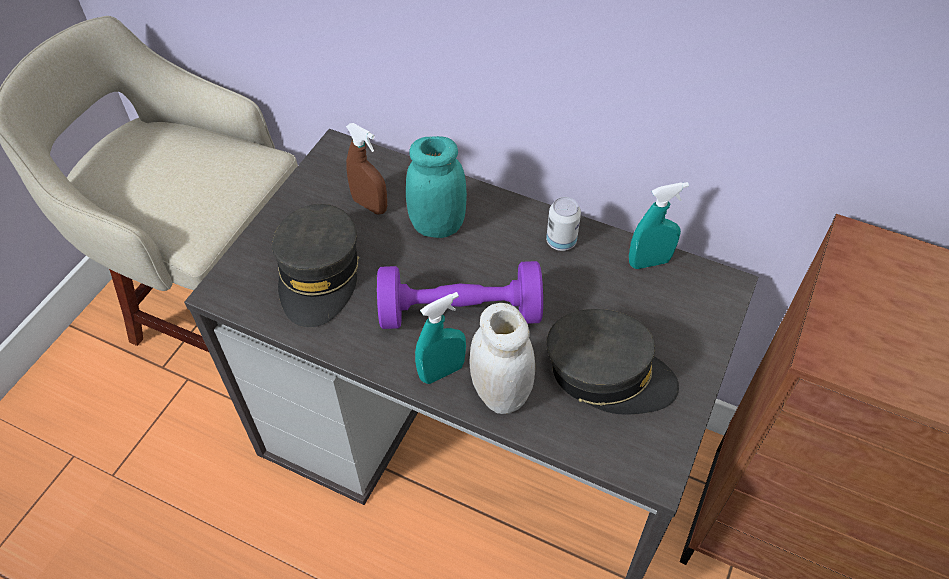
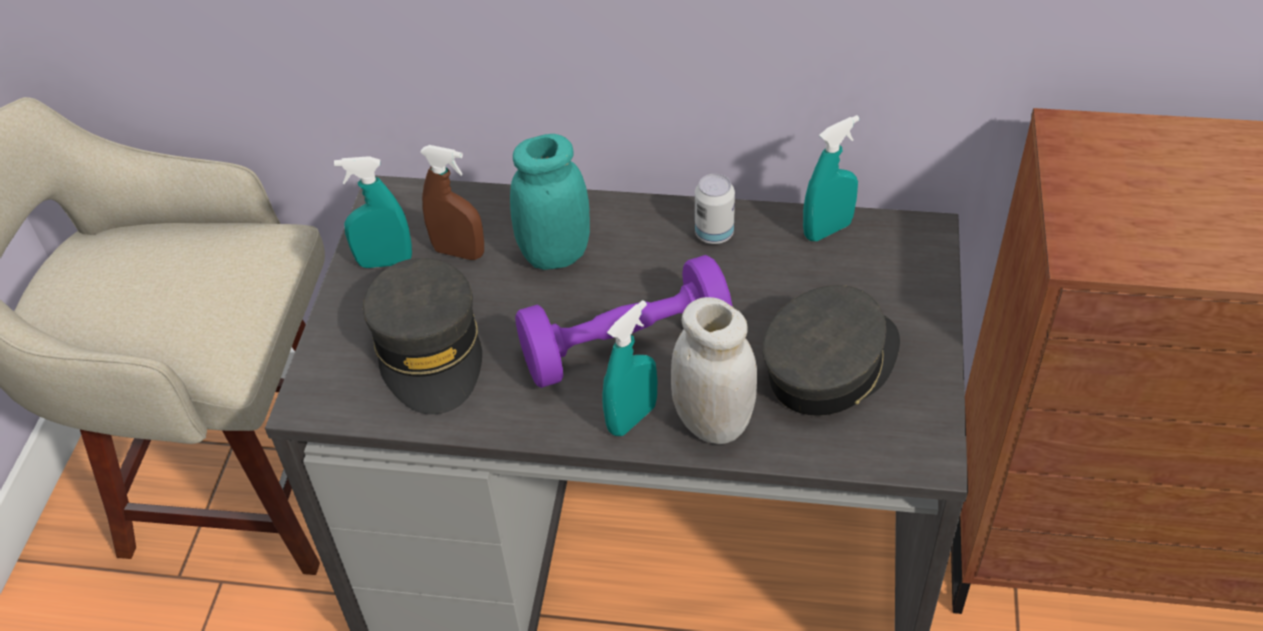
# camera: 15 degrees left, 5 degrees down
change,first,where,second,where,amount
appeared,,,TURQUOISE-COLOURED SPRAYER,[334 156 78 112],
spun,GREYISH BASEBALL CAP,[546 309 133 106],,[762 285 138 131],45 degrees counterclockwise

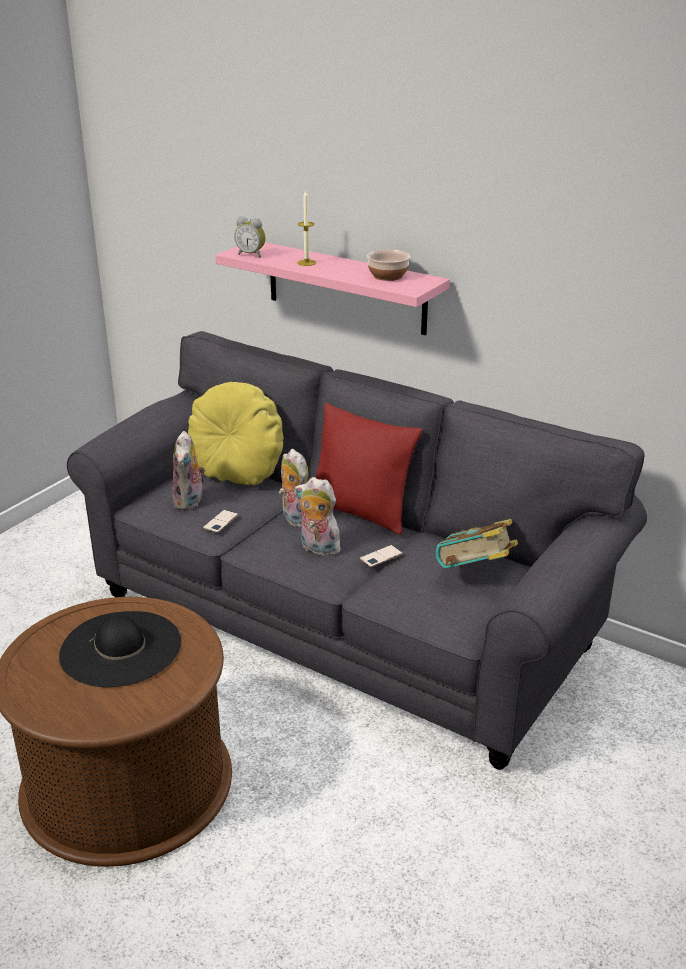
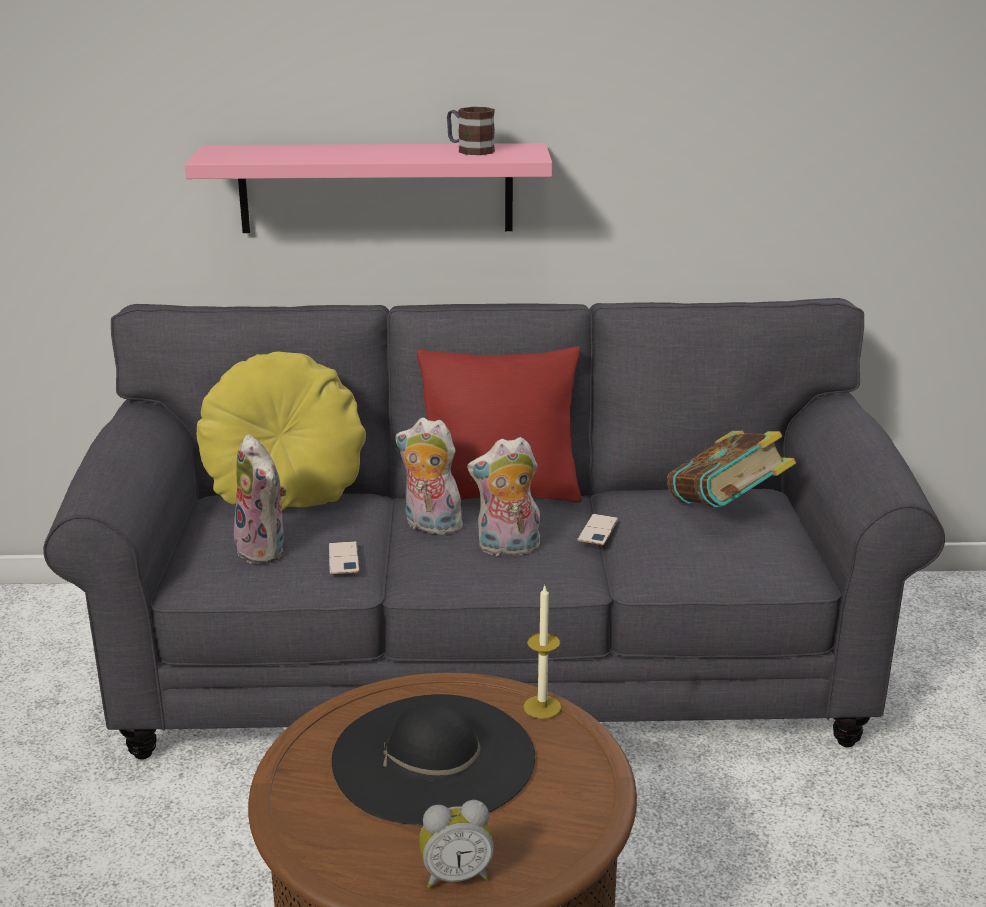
# camera: 35 degrees left, 5 degrees down
change,first,where,second,where,amount
relocated,BEDSIDE CLOCK,[234 217 32 41],,[419 800 75 88],
exchanged,SERVING BOWL,[367 249 43 32],MUG,[447 107 48 48],
relocated,WAX LIGHT,[297 190 19 76],,[523 584 38 135],

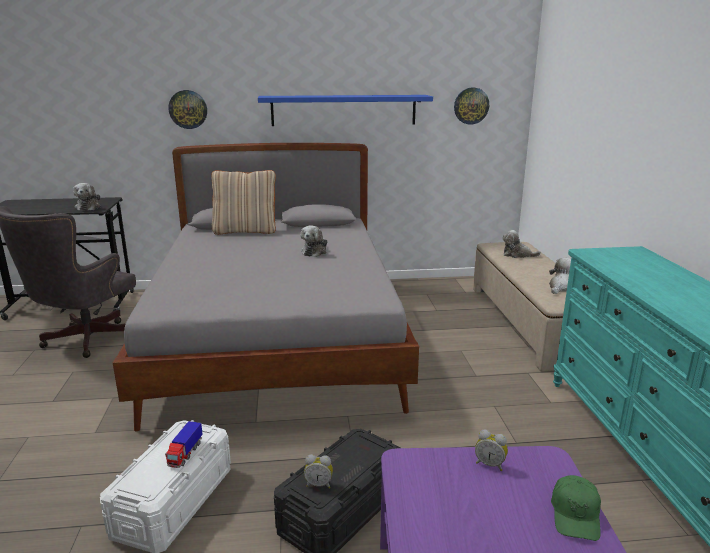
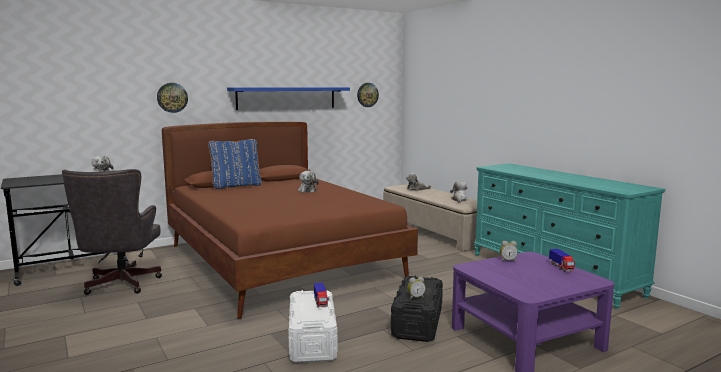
# camera: 25 degrees left, 10 degrees down
change,first,where,second,where,amount
colour,GREYISH BED,[113 143 306 288],BROWN BED,[162 121 256 198],
colour,BEIGE CUSHION,[211 170 65 65],BLUE CUSHION,[208 139 54 51],
exchanged,GREEN-COLOURED BASEBALL CAP,[551 475 50 66],TOY TRUCK,[549 249 26 23],

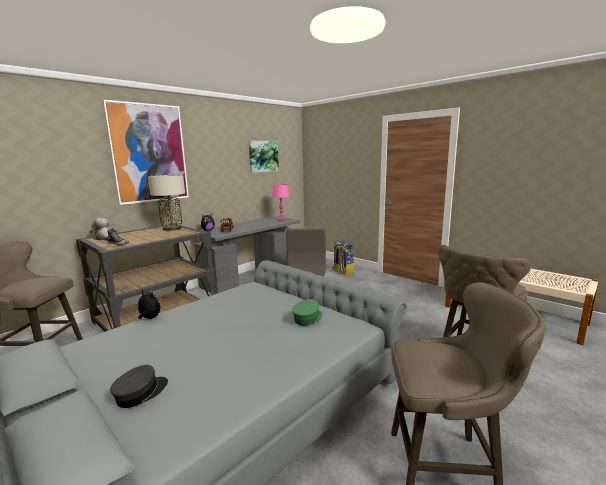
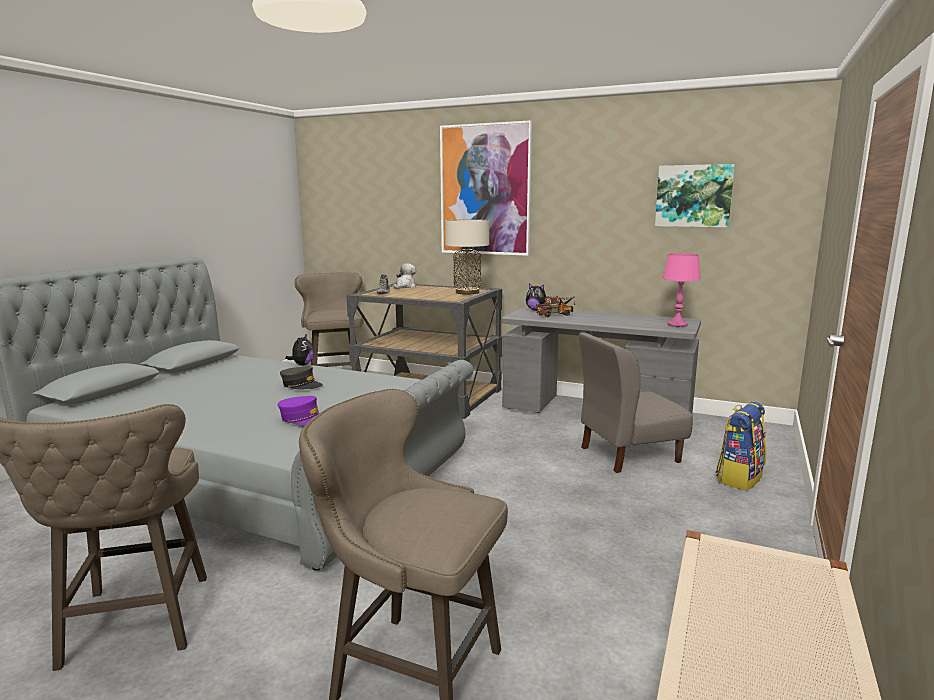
# camera: 70 degrees right, 0 degrees up
change,first,where,second,where,amount
colour,GREEN-COLOURED BASEBALL CAP,[292 299 30 26],PURPLISH BASEBALL CAP,[278 396 41 29],
relocated,GREYISH BASEBALL CAP,[110 365 58 43],,[280 366 43 24],

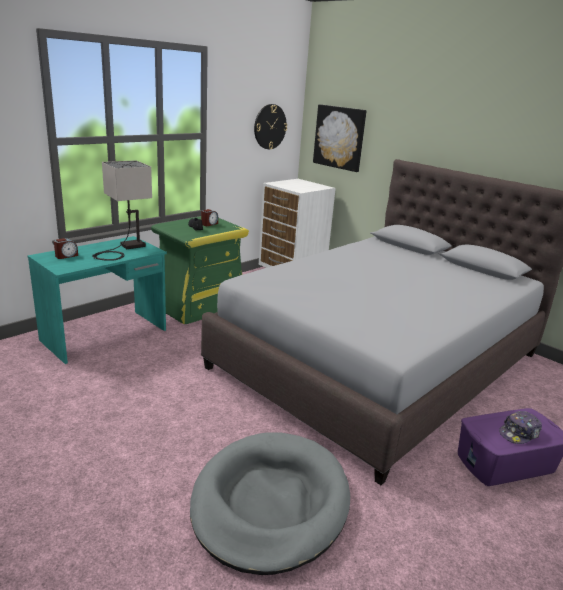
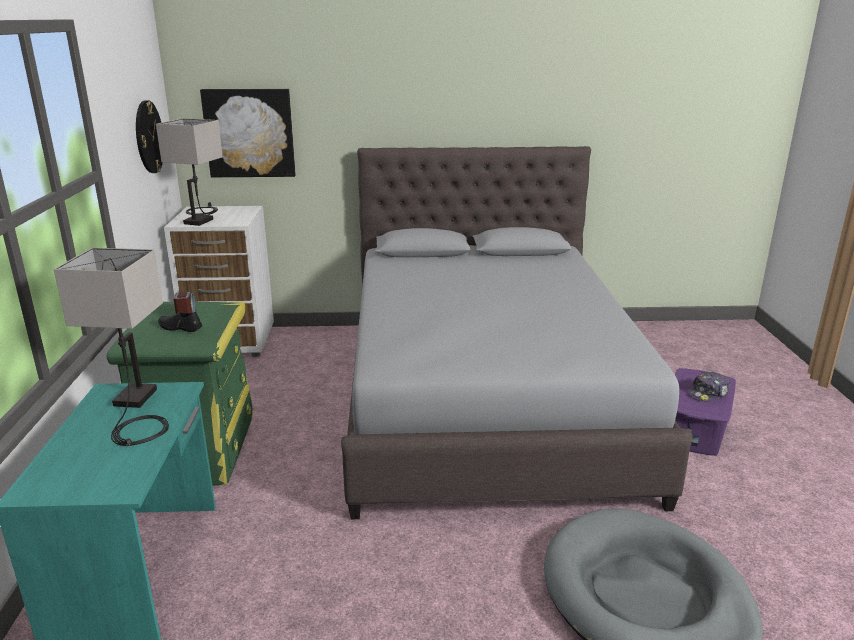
# camera: 45 degrees left, 0 degrees up
change,first,where,second,where,amount
appeared,,,LAMP FOR A TABLE,[156 118 67 108],
spun,BASEBALL CAP,[499 411 43 33],,[688 372 42 30],45 degrees clockwise
missing,BEDSIDE CLOCK,[54 238 24 21],,,

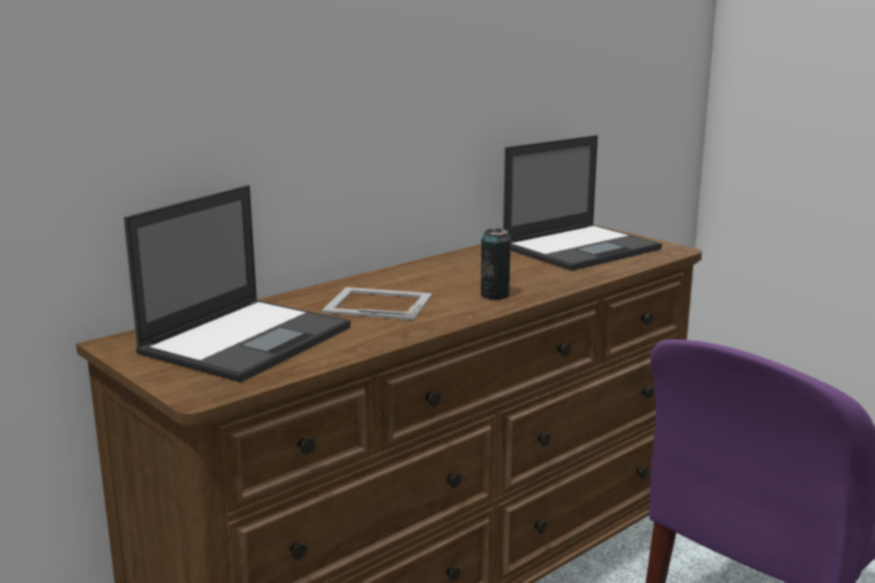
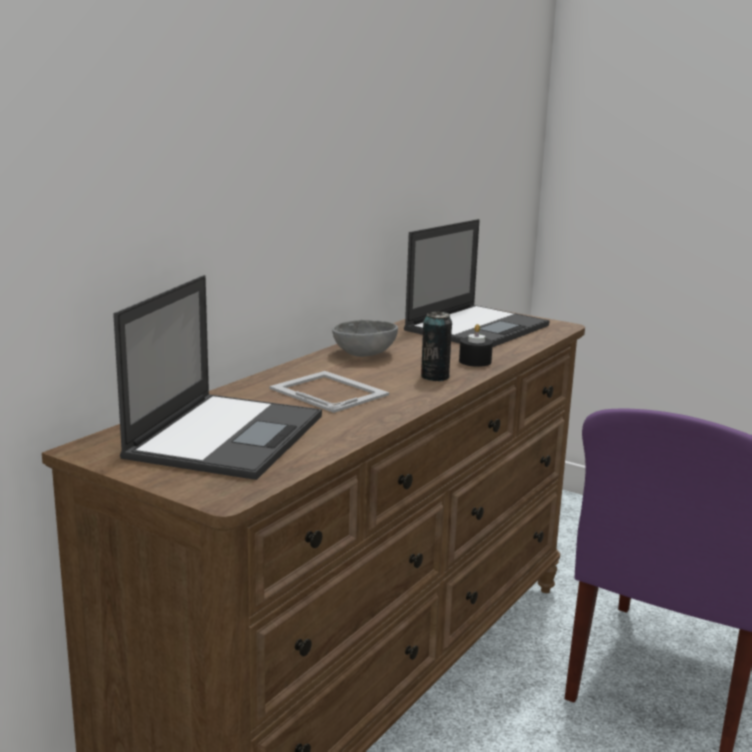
# camera: 15 degrees left, 0 degrees up
change,first,where,second,where,amount
spun,STANDING FRAME,[322 287 110 33],,[269 371 120 42],45 degrees clockwise
appeared,,,GREYISH SERVING BOWL,[332 320 66 37],
appeared,,,BLACK-COLOURED WAX LIGHT,[459 324 34 43],

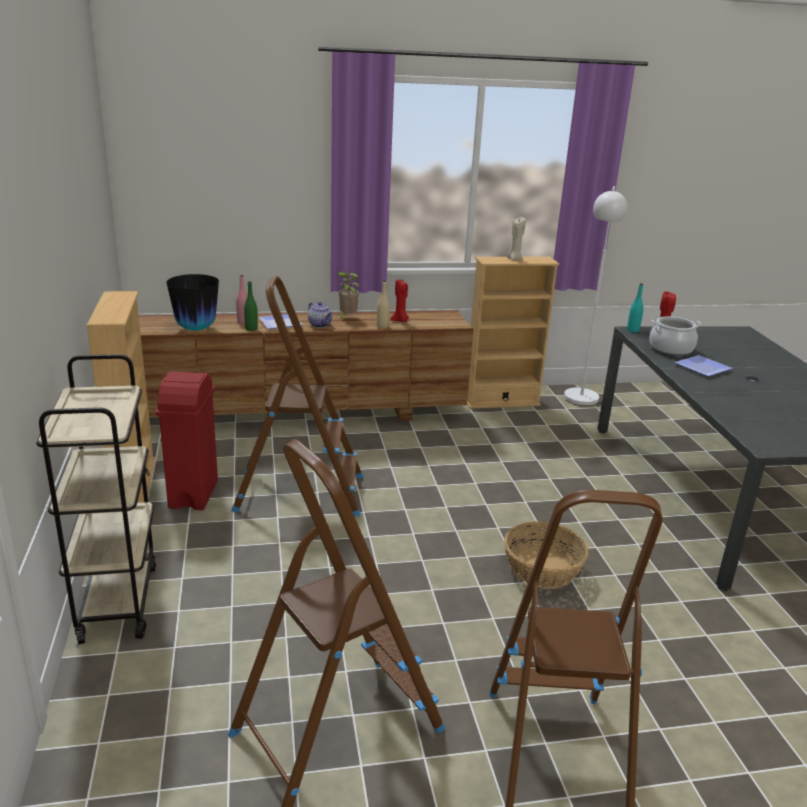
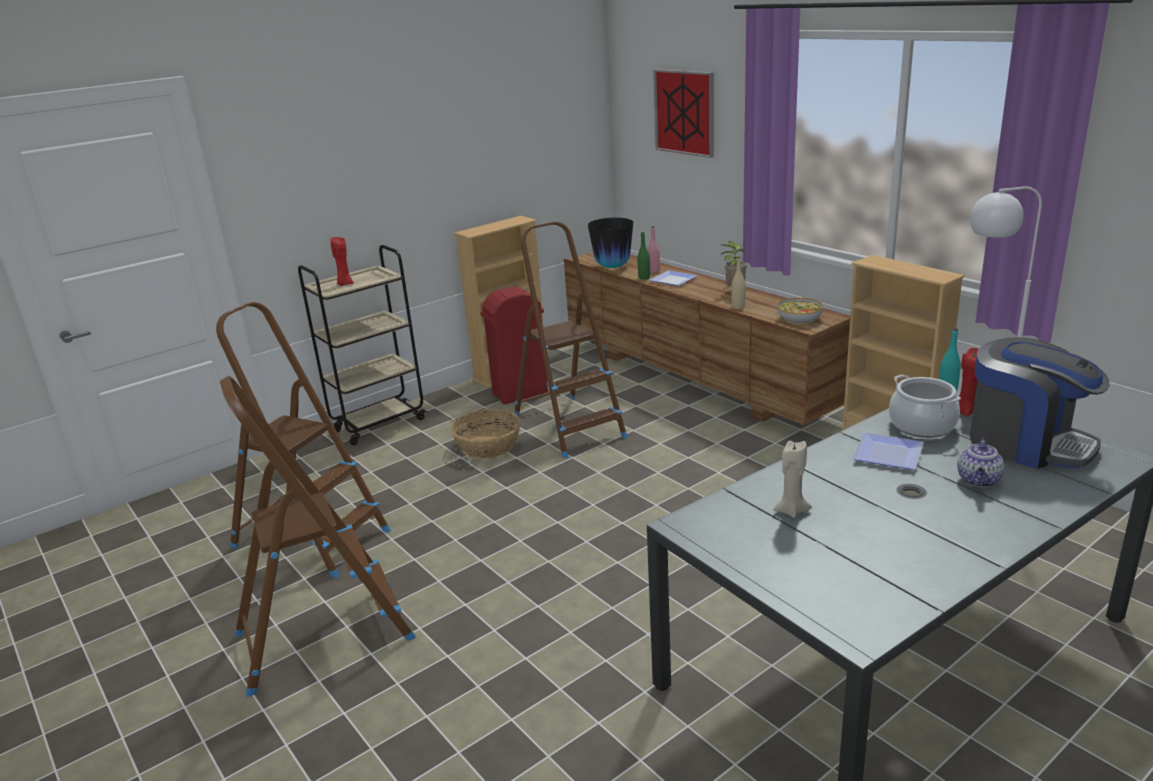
# camera: 65 degrees right, 0 degrees up
change,first,where,second,where,amount
relocated,RED WAX LIGHT,[391 280 18 42],,[331 237 23 49],
relocated,BASKET,[504 521 85 68],,[451 409 69 50],
appeared,,,PICTURE,[653 69 61 89],
relocated,BEIGE WAX LIGHT,[507 217 19 43],,[773 441 39 77],
appeared,,,SERVING BOWL,[777 298 47 26],
relocated,TEA POT,[308 302 24 26],,[957 438 48 49],
appeared,,,COFFEE MAKER,[970 337 139 132],

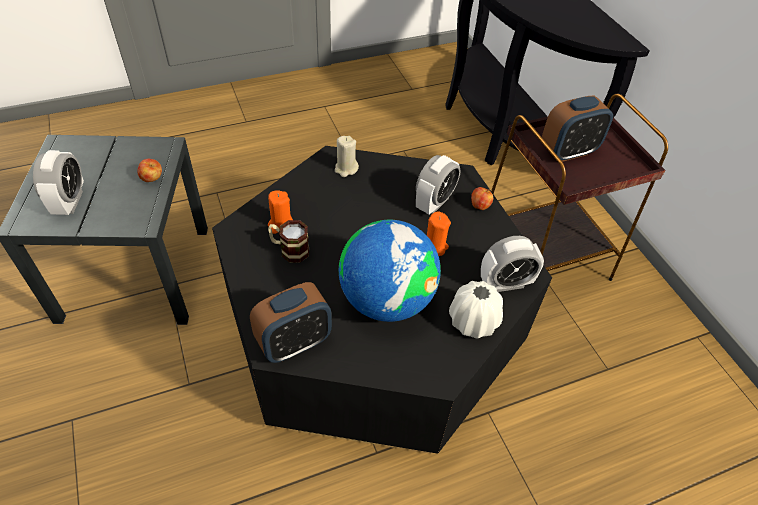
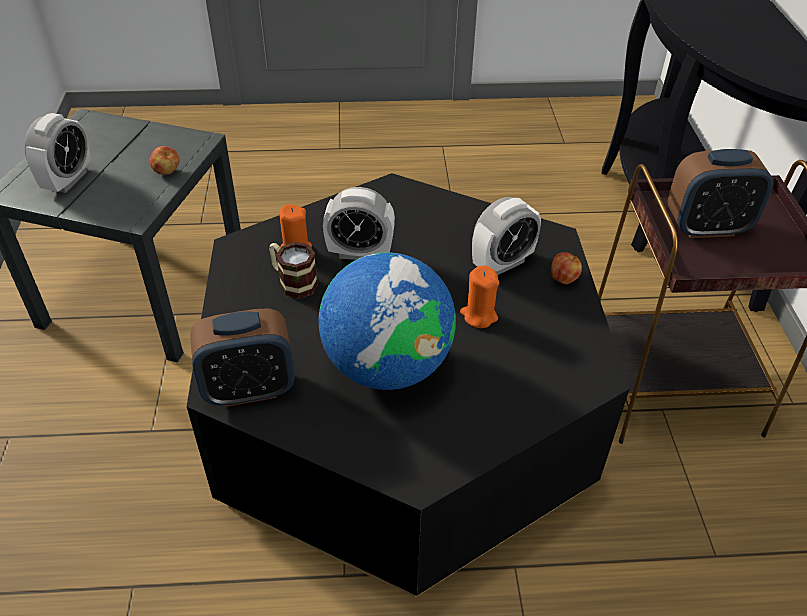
# camera: 20 degrees right, 5 degrees down
change,first,where,second,where,amount
relocated,BEDSIDE CLOCK,[481 236 63 56],,[323 187 72 73],
missing,BEIGE WAX LIGHT,[335 136 24 41],,,
missing,WHITE-COLOURED DECORATIVE VASE,[449 281 54 58],,,

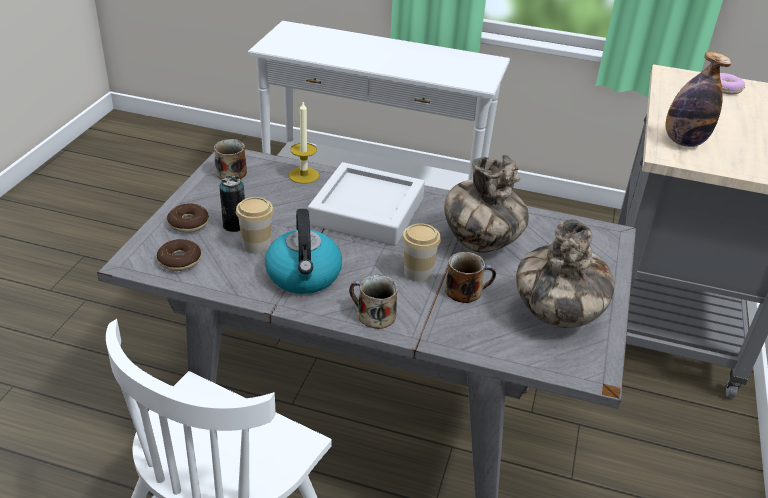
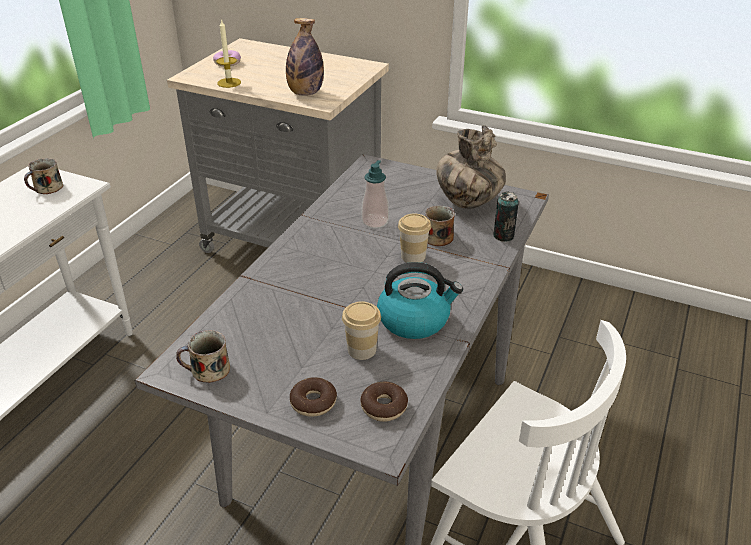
# camera: 80 degrees left, 0 degrees up
change,first,where,second,where,amount
relocated,MUG,[349 275 49 54],,[24 158 39 36],
relocated,WAX LIGHT,[289 102 30 82],,[216 19 25 69],
exchanged,DECORATIVE VASE,[444 155 85 98],LIQUID SOAP BOTTLE,[361 160 28 68],
relocated,METAL CAN,[220 176 25 56],,[493 192 26 50],
missing,GREYISH CARRYING TRAY,[308 162 117 84],,,

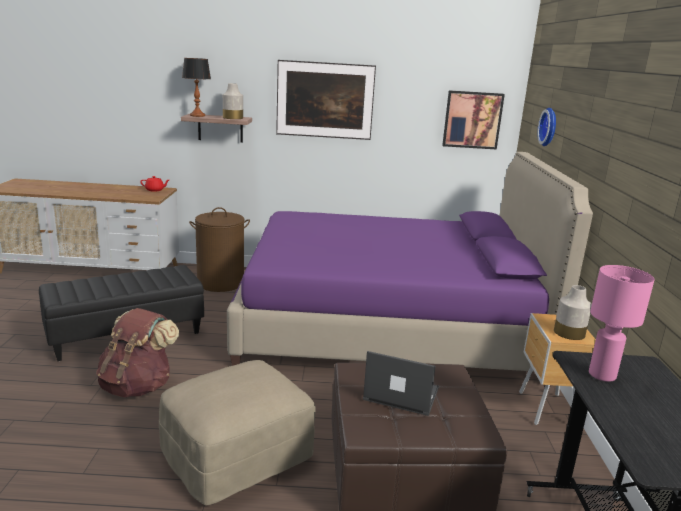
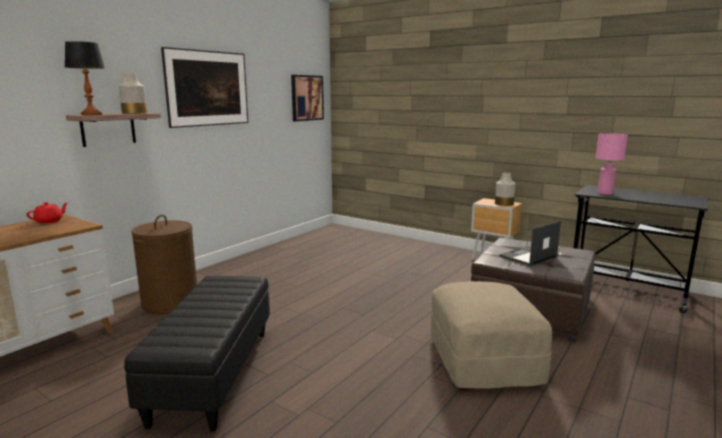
# camera: 55 degrees left, 5 degrees down
change,first,where,second,where,amount
missing,BROWN BACKPACK,[96 308 83 90],,,
missing,PURPLISH BED,[227 152 366 235],,,
missing,WALL CLOCK,[537 108 19 38],,,

